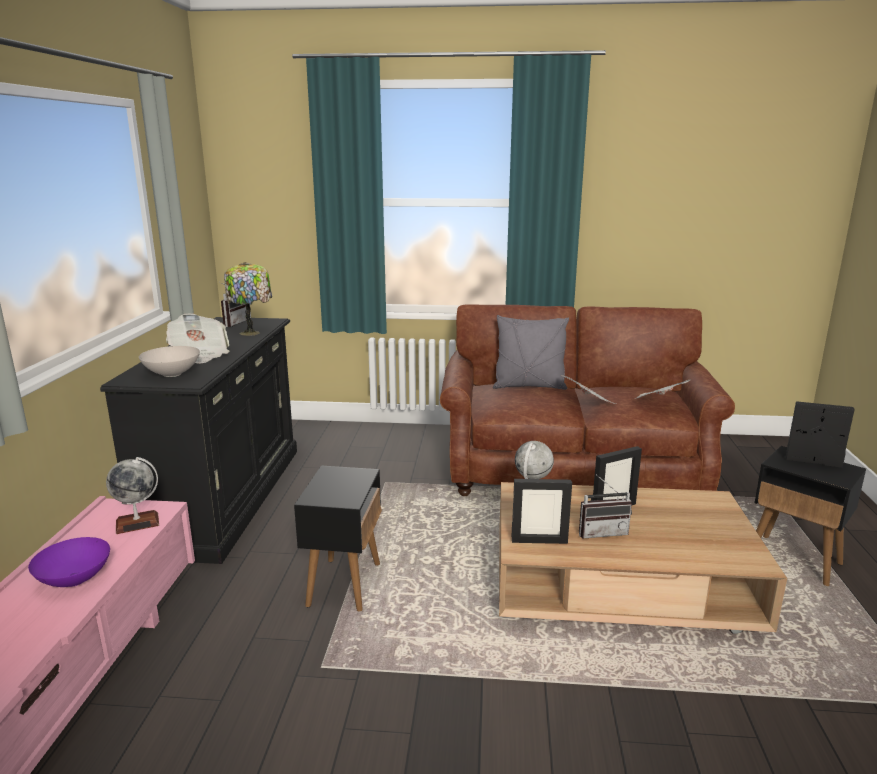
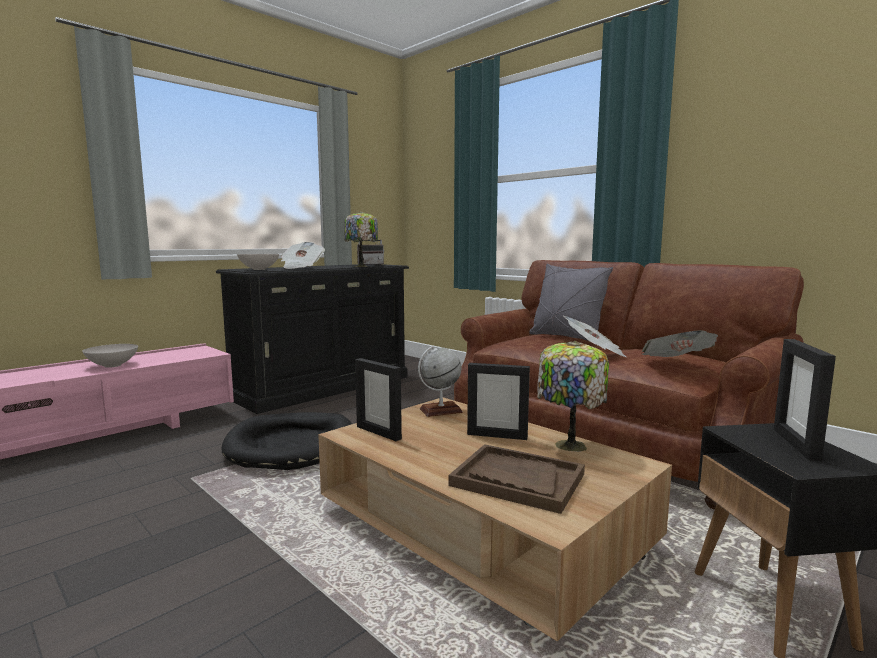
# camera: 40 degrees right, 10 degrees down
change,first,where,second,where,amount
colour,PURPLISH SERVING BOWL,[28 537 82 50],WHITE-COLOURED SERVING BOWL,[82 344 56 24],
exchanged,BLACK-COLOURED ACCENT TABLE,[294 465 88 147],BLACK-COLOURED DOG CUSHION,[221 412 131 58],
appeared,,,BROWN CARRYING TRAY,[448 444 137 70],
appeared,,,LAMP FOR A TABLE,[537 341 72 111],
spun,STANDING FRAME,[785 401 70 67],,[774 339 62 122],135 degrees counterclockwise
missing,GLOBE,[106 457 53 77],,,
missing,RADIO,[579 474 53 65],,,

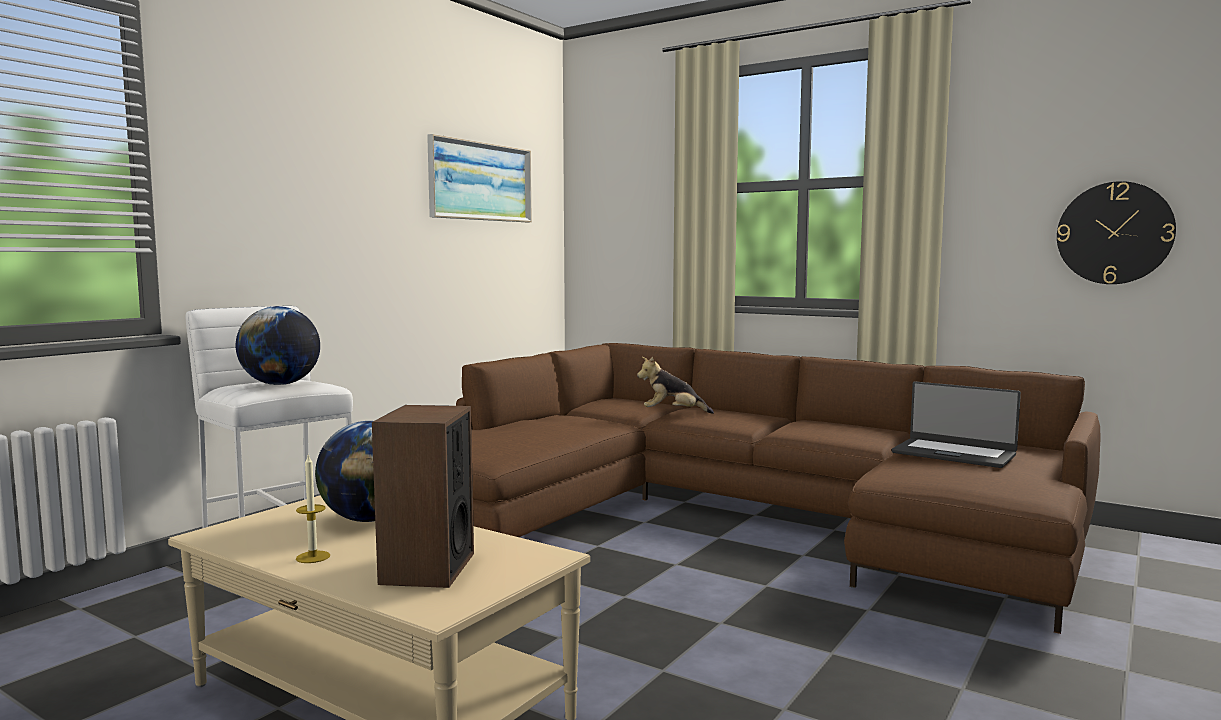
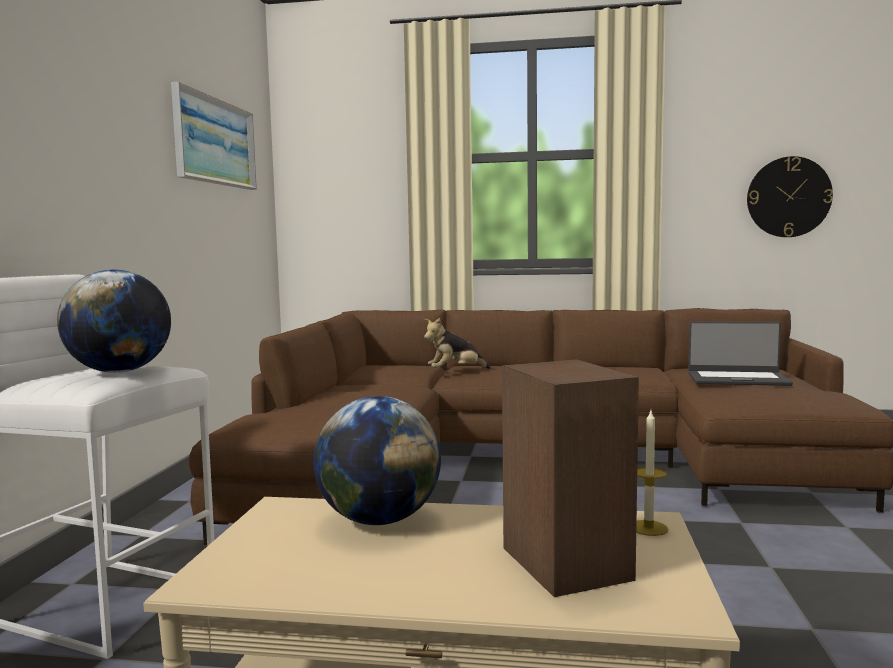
# camera: 25 degrees left, 0 degrees up
change,first,where,second,where,amount
relocated,WAX LIGHT,[296 453 34 110],,[636 411 33 125],

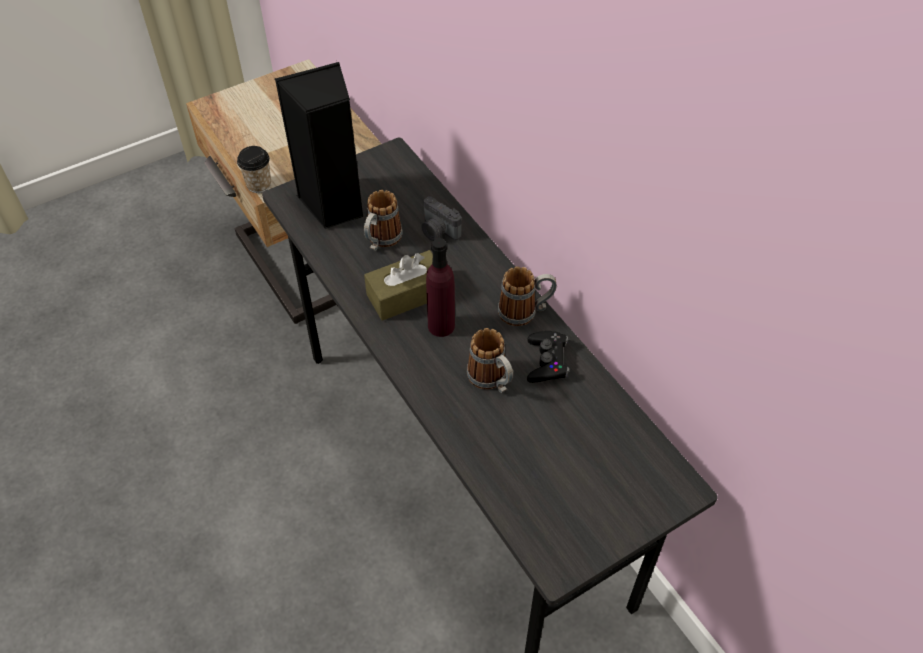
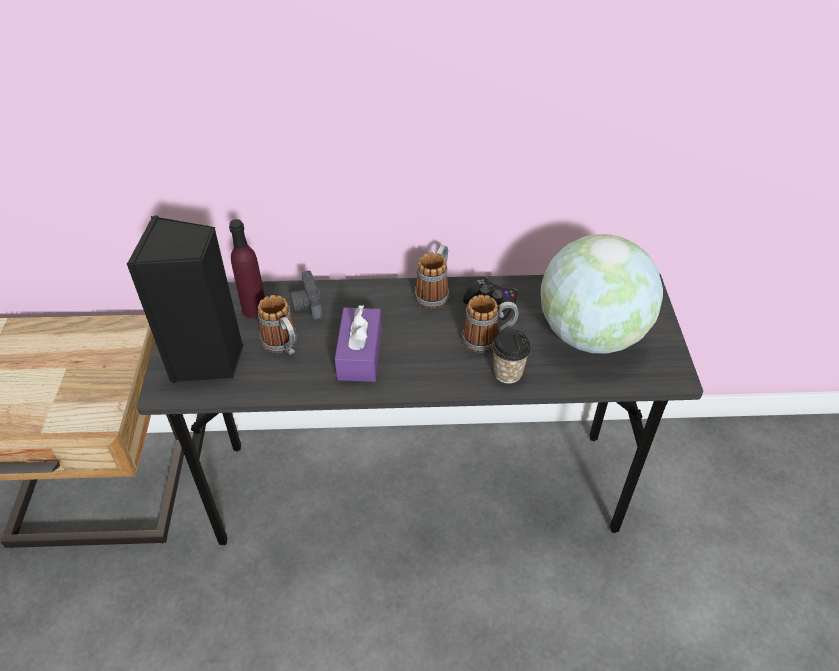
# camera: 60 degrees left, 5 degrees down
change,first,where,second,where,amount
relocated,PURPLISH BOTTLE,[426 238 29 99],,[229 219 36 99],
spun,PHOTO CAMERA,[421 196 41 45],,[290 271 32 49],90 degrees clockwise
colour,BROWN TISSUE BOX,[364 250 69 71],PURPLISH TISSUE BOX,[335 305 47 77],
relocated,CUP,[237 146 34 47],,[492 330 39 54],
appeared,,,GLOBE,[541 234 122 120],

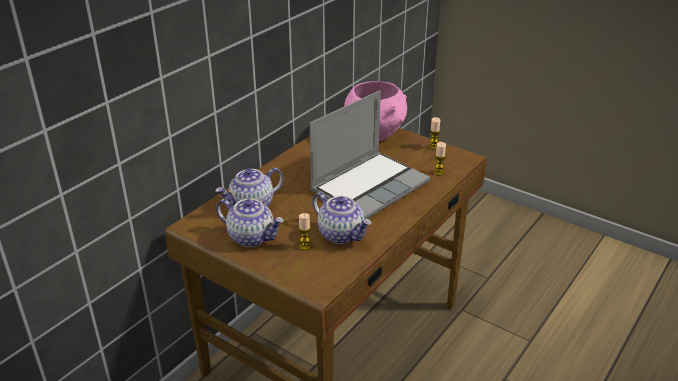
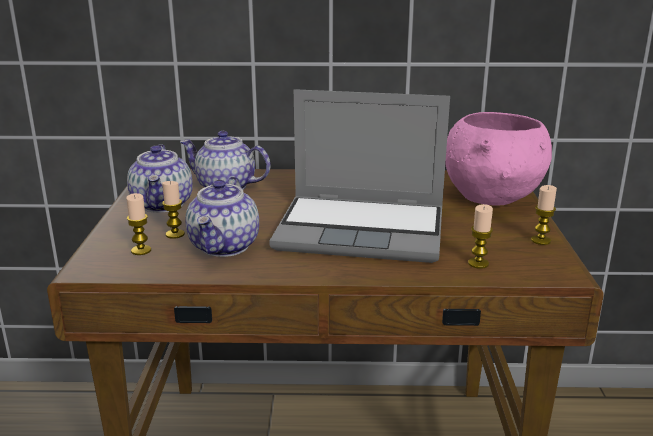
# camera: 55 degrees right, 10 degrees down
change,first,where,second,where,amount
appeared,,,WAX LIGHT,[126 193 25 62],

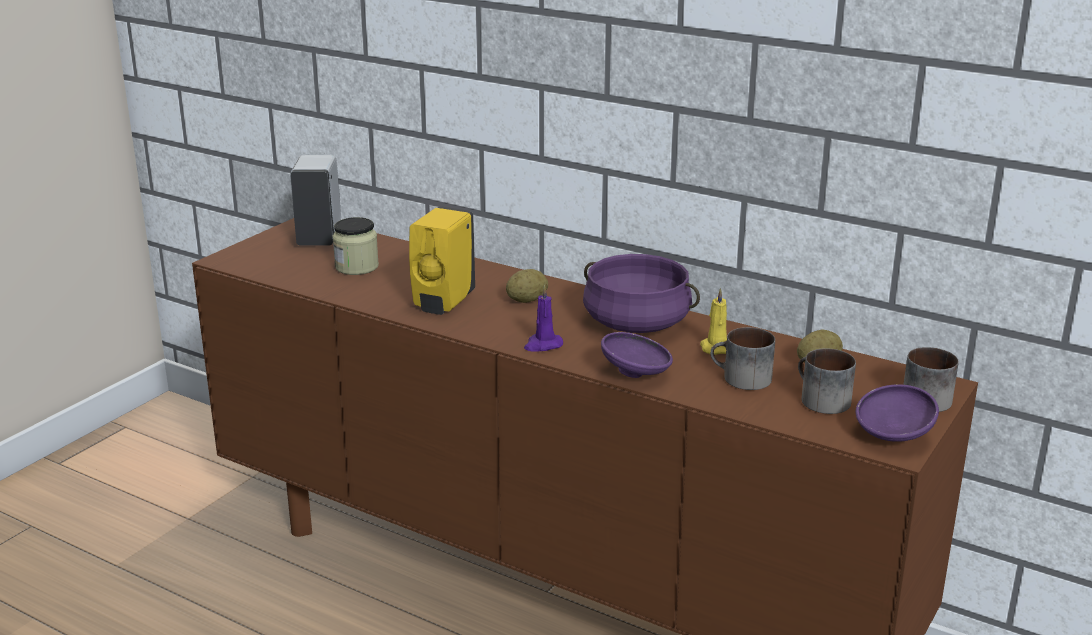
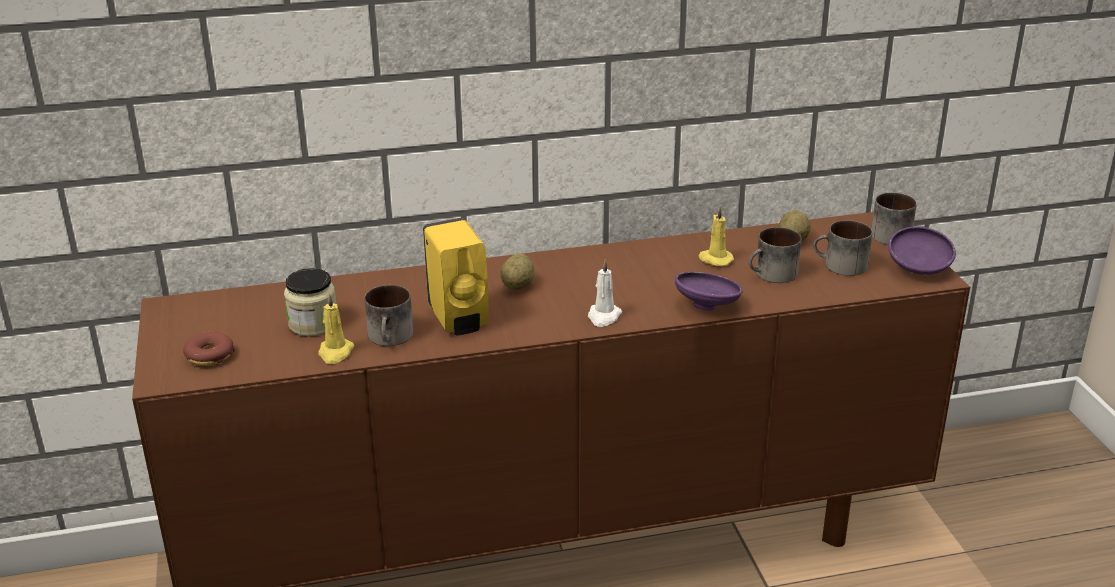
# camera: 45 degrees left, 5 degrees up
change,first,where,second,where,amount
appeared,,,DONUT,[183 332 52 34],
appeared,,,YELLOW WAX LIGHT,[318 293 37 71],
appeared,,,MUG,[364 285 49 61],
colour,PURPLISH WAX LIGHT,[524 285 39 67],WHITE-COLOURED WAX LIGHT,[588 259 34 68],
missing,WHITE-COLOURED LIQUID SOAP BOTTLE,[290 155 51 91],,,
missing,PURPLISH SAUCEPOT,[583 254 117 79],,,

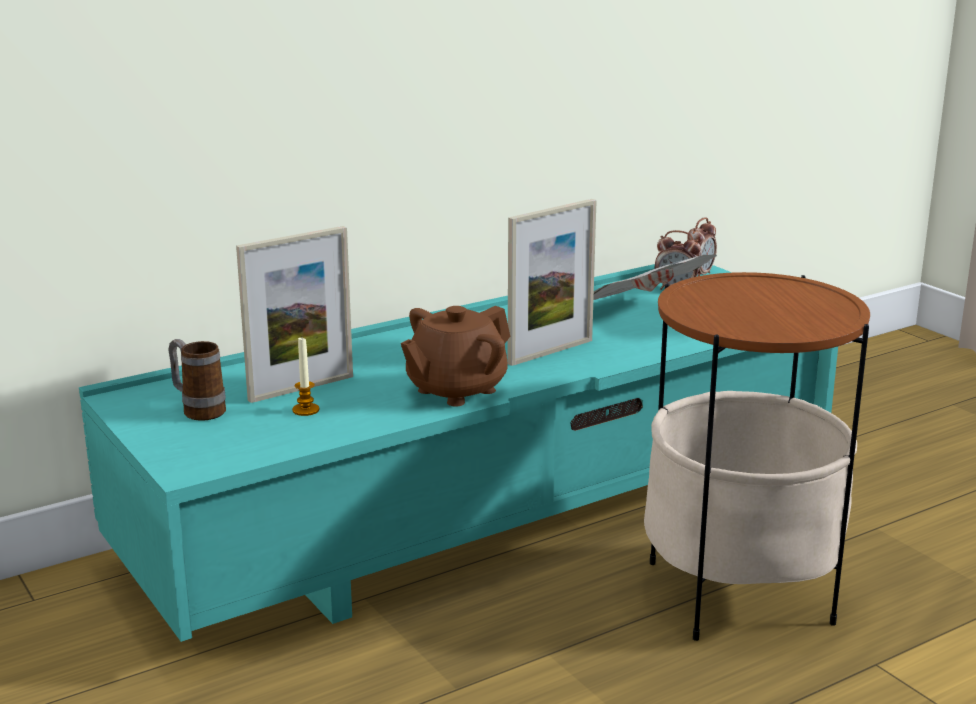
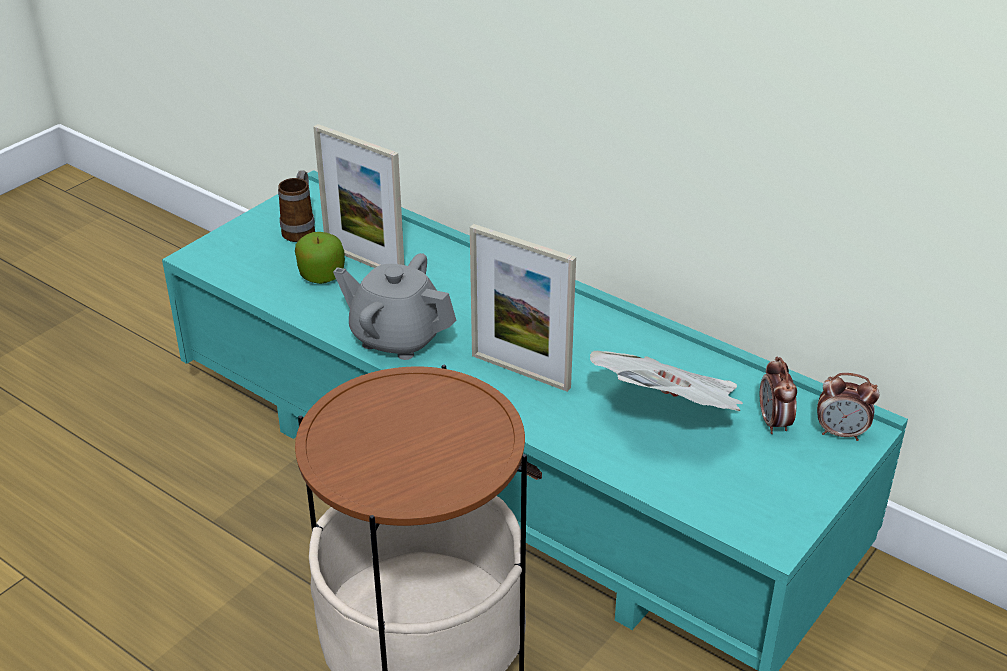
# camera: 70 degrees right, 15 degrees up
change,first,where,second,where,amount
exchanged,WAX LIGHT,[292 338 27 78],APPLE FRUIT,[295 232 50 52],
colour,BROWN TEA POT,[401 306 109 100],GREYISH TEA POT,[333 253 123 107],

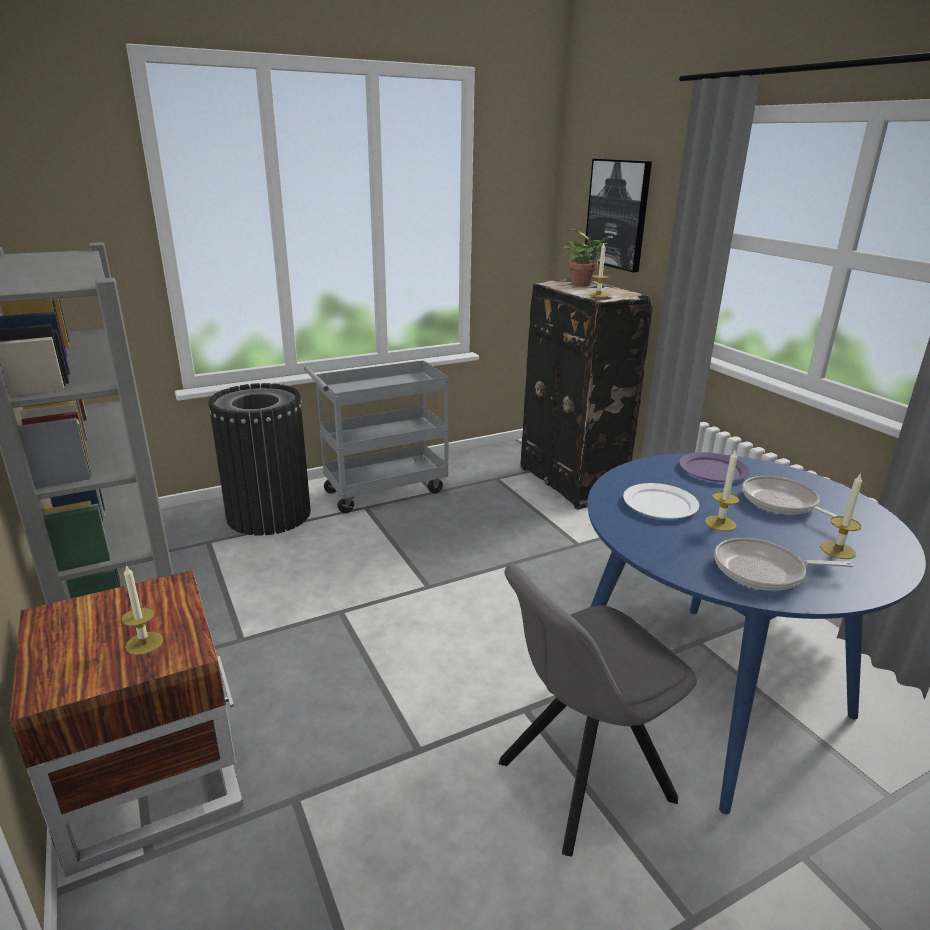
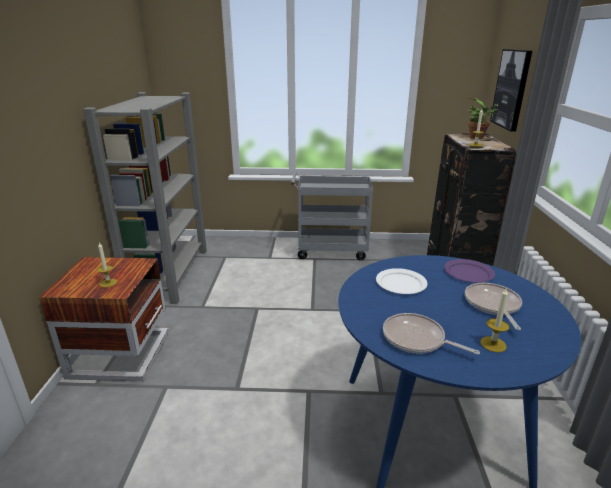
# camera: 30 degrees right, 0 degrees up
change,first,where,second,where,amount
missing,BLACK-COLOURED RUBBISH BIN,[209 383 102 153],,,
missing,GREYISH CHAIR,[499 564 198 293],,,
missing,WAX LIGHT,[705 449 35 82],,,

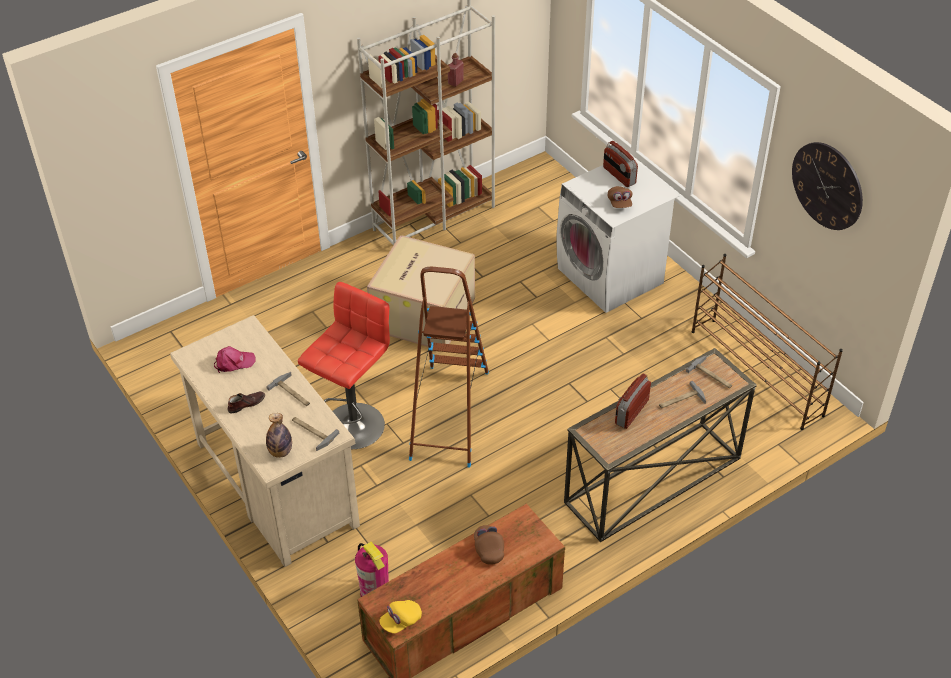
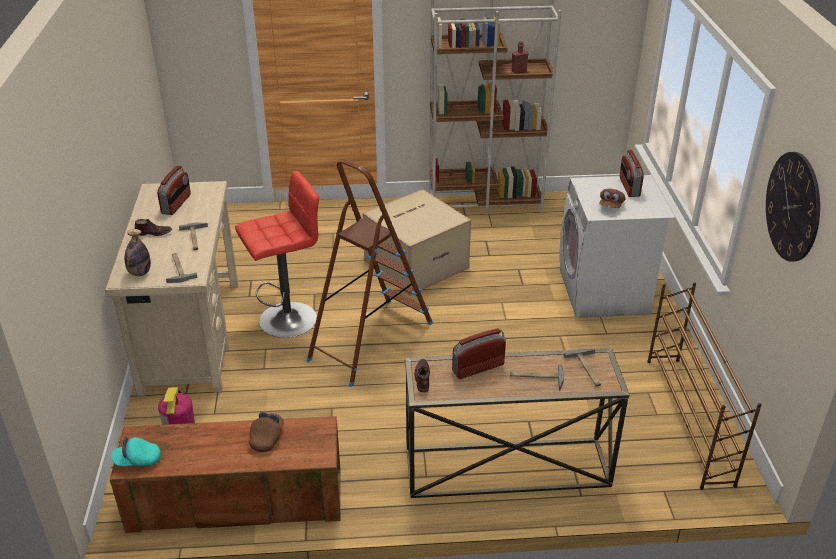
# camera: 30 degrees right, 10 degrees down
change,first,where,second,where,amount
colour,YELLOW BASEBALL CAP,[380 600 42 33],TURQUOISE-COLOURED BASEBALL CAP,[111 436 50 30],
exchanged,PINK-COLOURED BASEBALL CAP,[214 346 42 27],RADIO,[157 165 34 50],
appeared,,,BROWN LOW SHOE,[414 359 16 33],

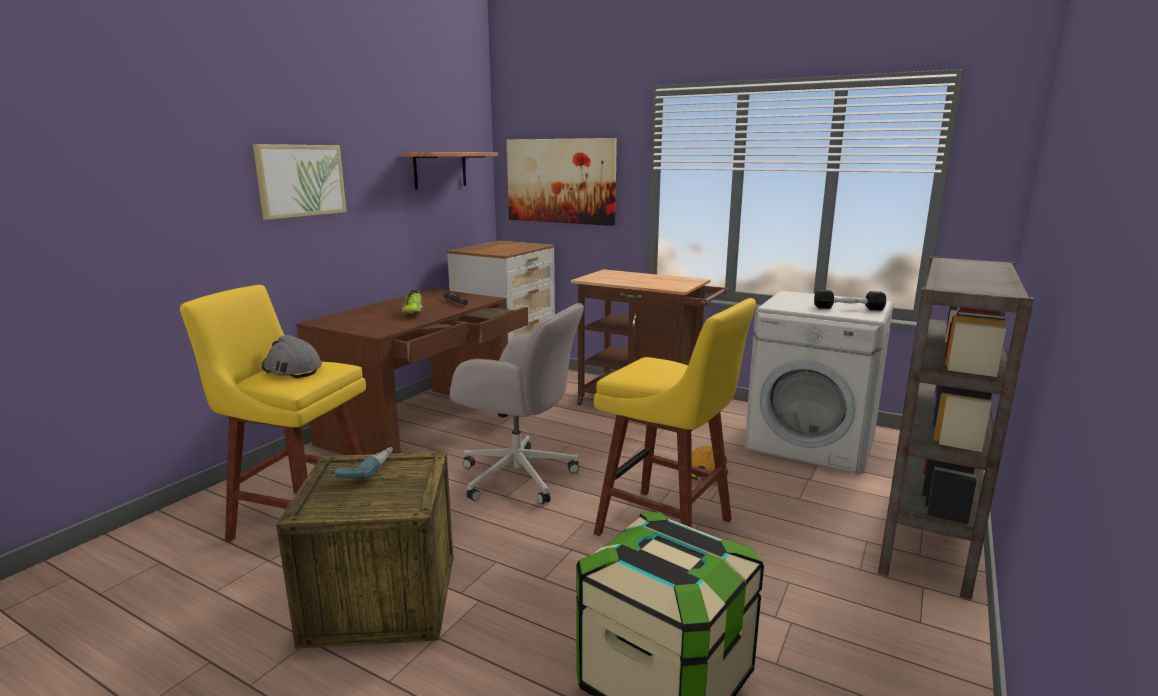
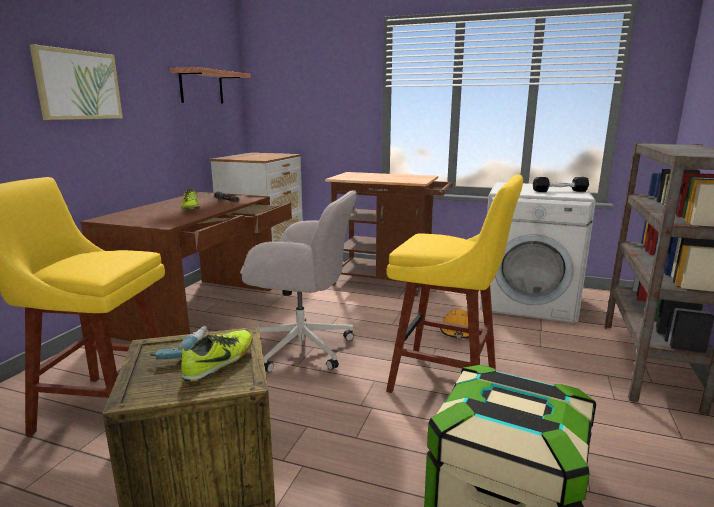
# camera: 10 degrees left, 0 degrees up
change,first,where,second,where,amount
appeared,,,LOW SHOE,[181 330 71 52],
missing,GREYISH WORK HELMET,[262 335 60 43],,,
missing,PICTURE,[506 138 111 88],,,

